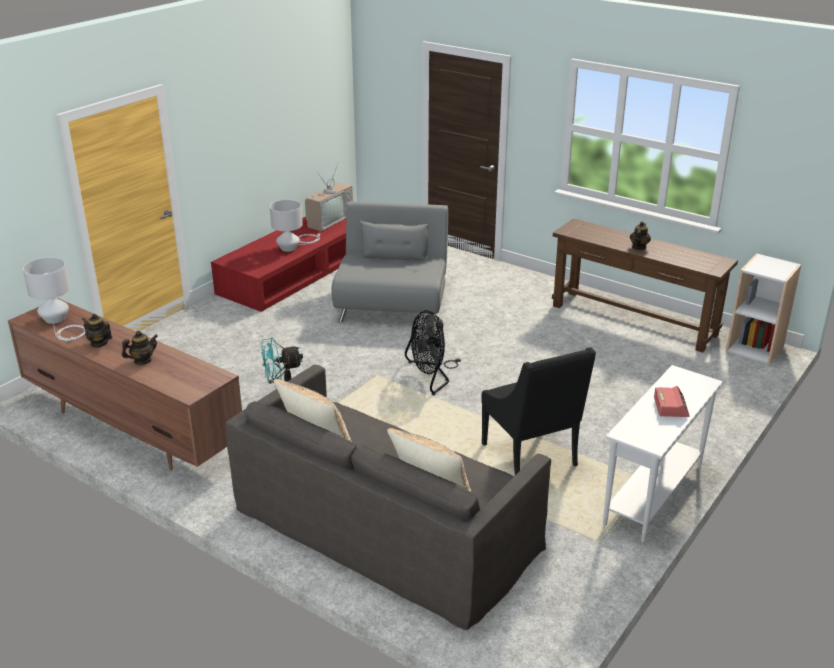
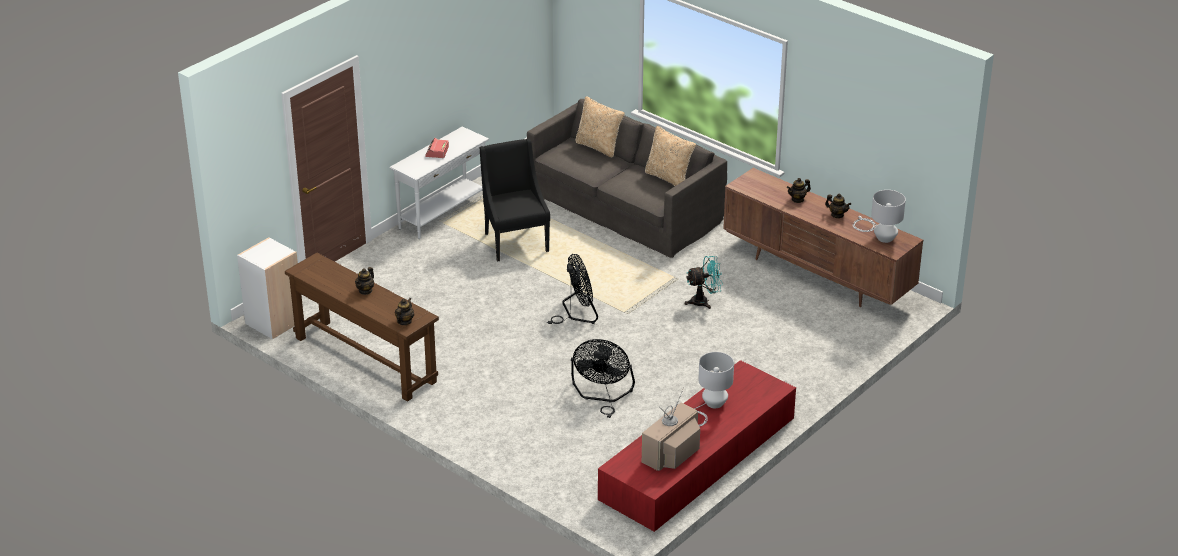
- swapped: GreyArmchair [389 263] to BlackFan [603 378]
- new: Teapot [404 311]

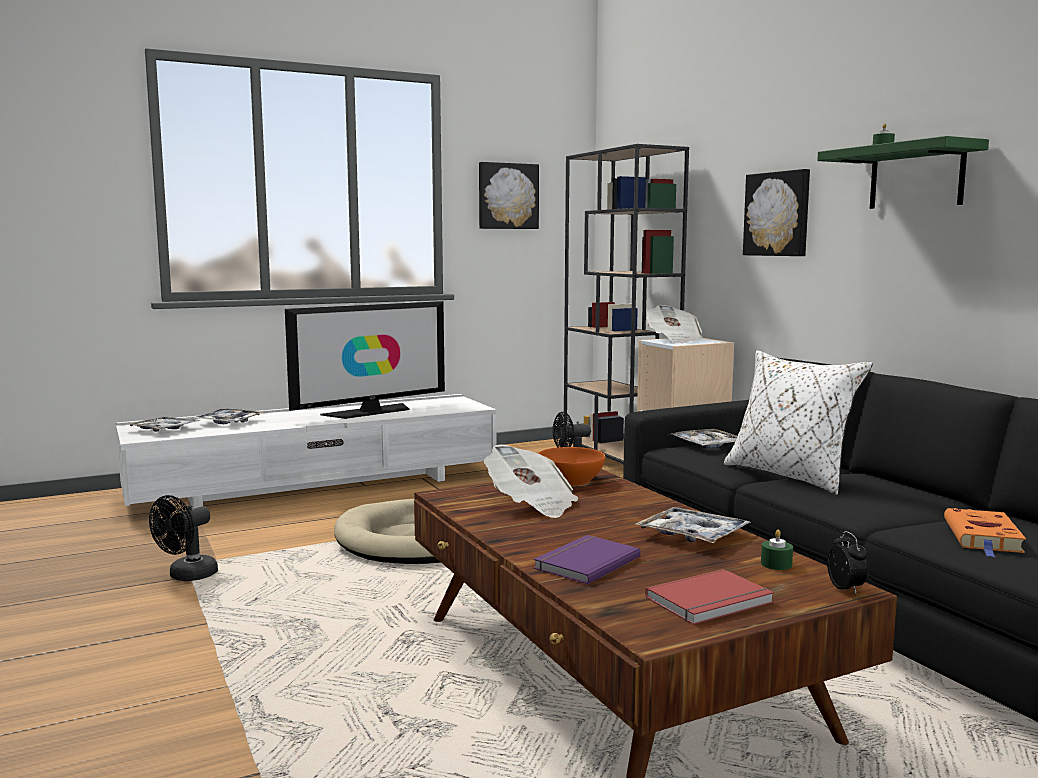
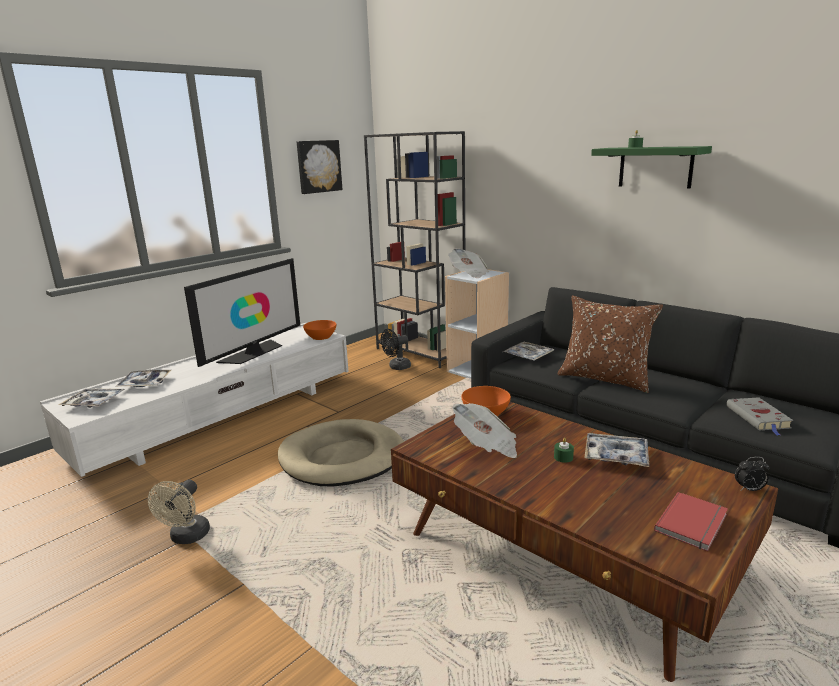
- repainted: BlackFan [183 538] to BeigeFan [179 512]
- gone: PurpleBook [587 560]
- repainted: WhitePillow [798 422] to BrownPillow [610 344]
- gone: Picture [776 212]
- shifted: GreenCandle [777 550] to [564 450]
- rotated: AlarmClock [847 562] = [752 474] 120 degrees clockwise
- repainted: OrangeBook [985 532] to GreyBook [759 416]
- new: OrangeBowl [319 330]

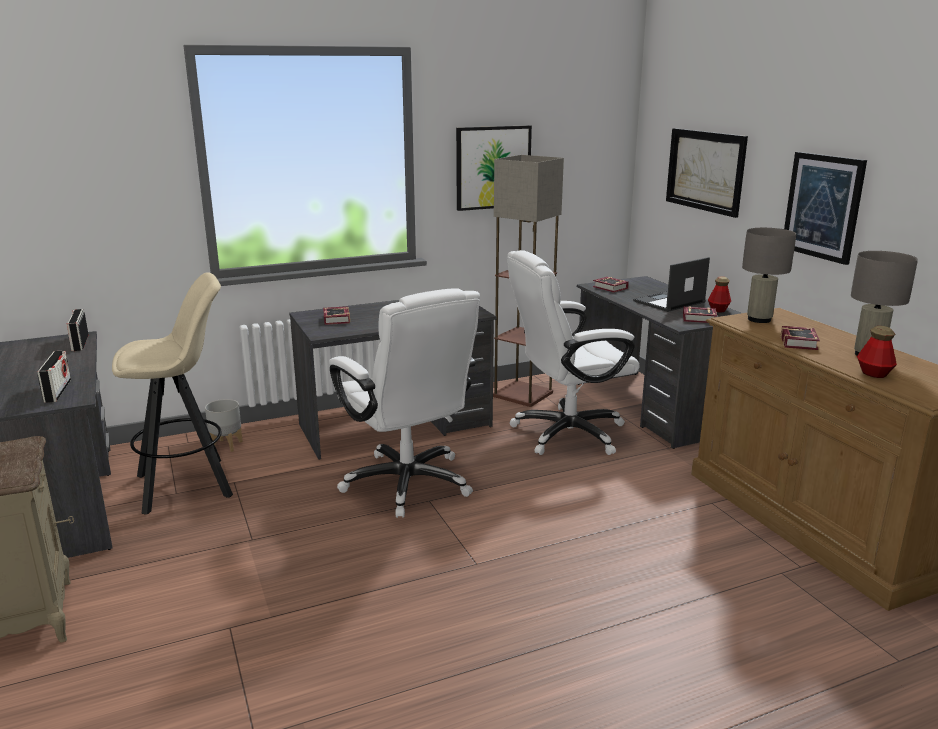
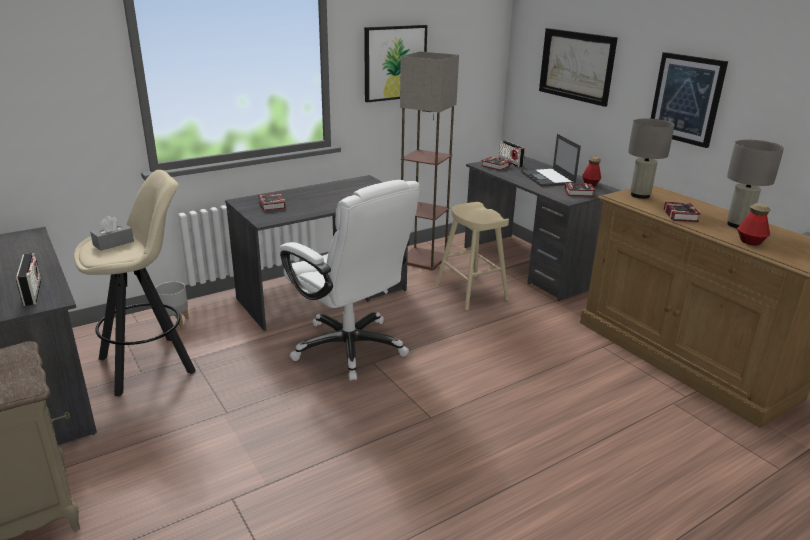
- shifted: Radio [77 330] to [512 153]
- swapped: WhiteOfficeChair [573 352] to BeigeStool [472 256]
- rotated: Laptop [671 284] = [551 160] 60 degrees counterclockwise
- new: GreyTissueBox [112 233]

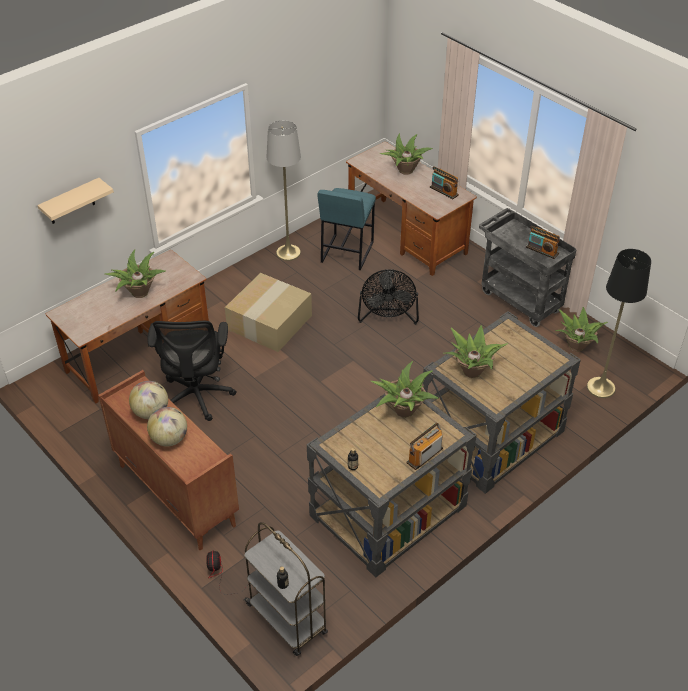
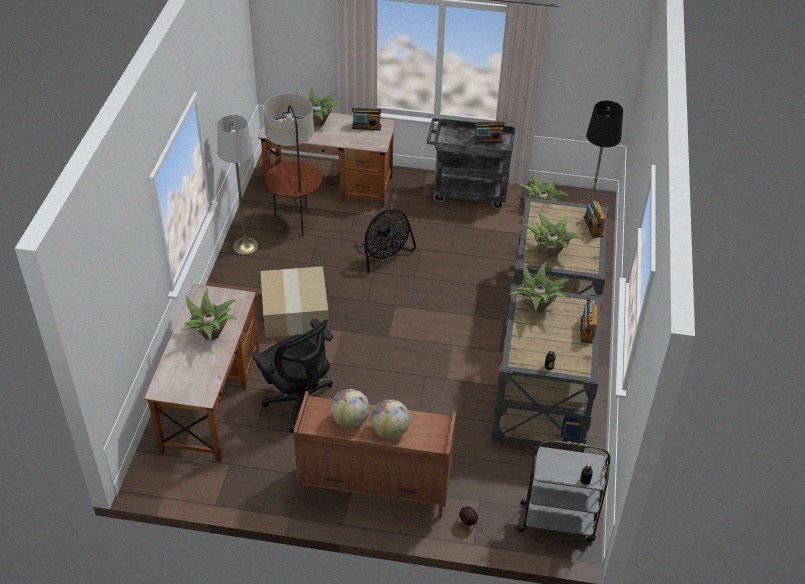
- gone: BeigeShelf [75 201]
- swapped: BlueStool [346 229] to FloorLamp [292 165]
- new: Radio [595 217]

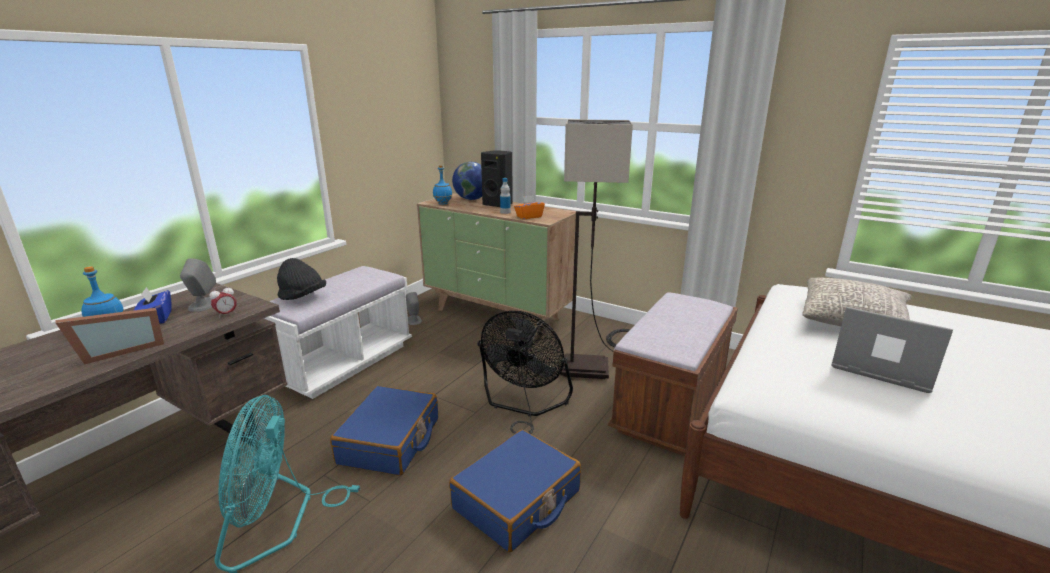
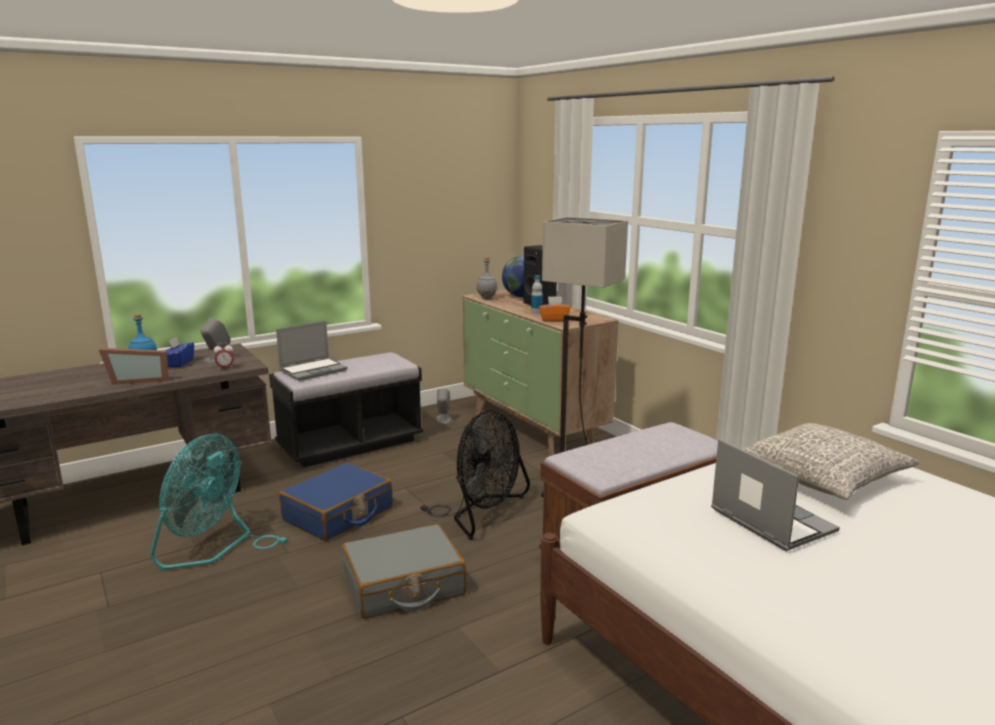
- repainted: WhiteBench [338 332] to BlackBench [346 409]
- swapped: BlackHat [301 279] to Laptop [312 351]
- repainted: BlueBottle [442 185] to GreyBottle [487 278]
- repainted: BlueSuitcase [515 491] to GreySuitcase [404 571]
- rotated: BlackFan [525 372] = [475 475] 75 degrees clockwise

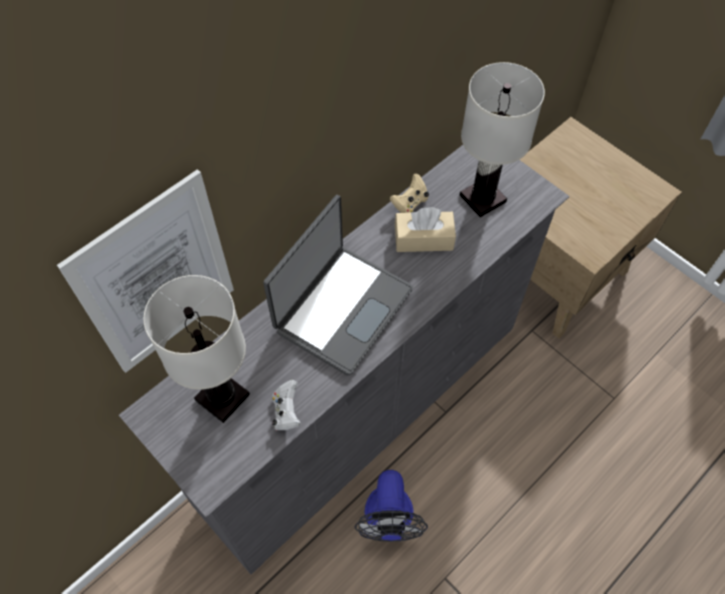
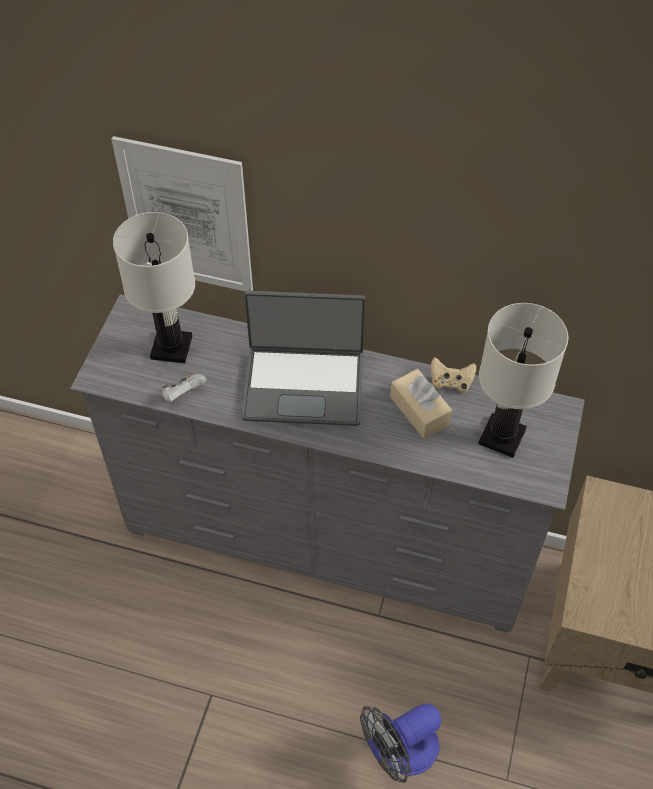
- shifted: Fan [391 506] to [401 743]

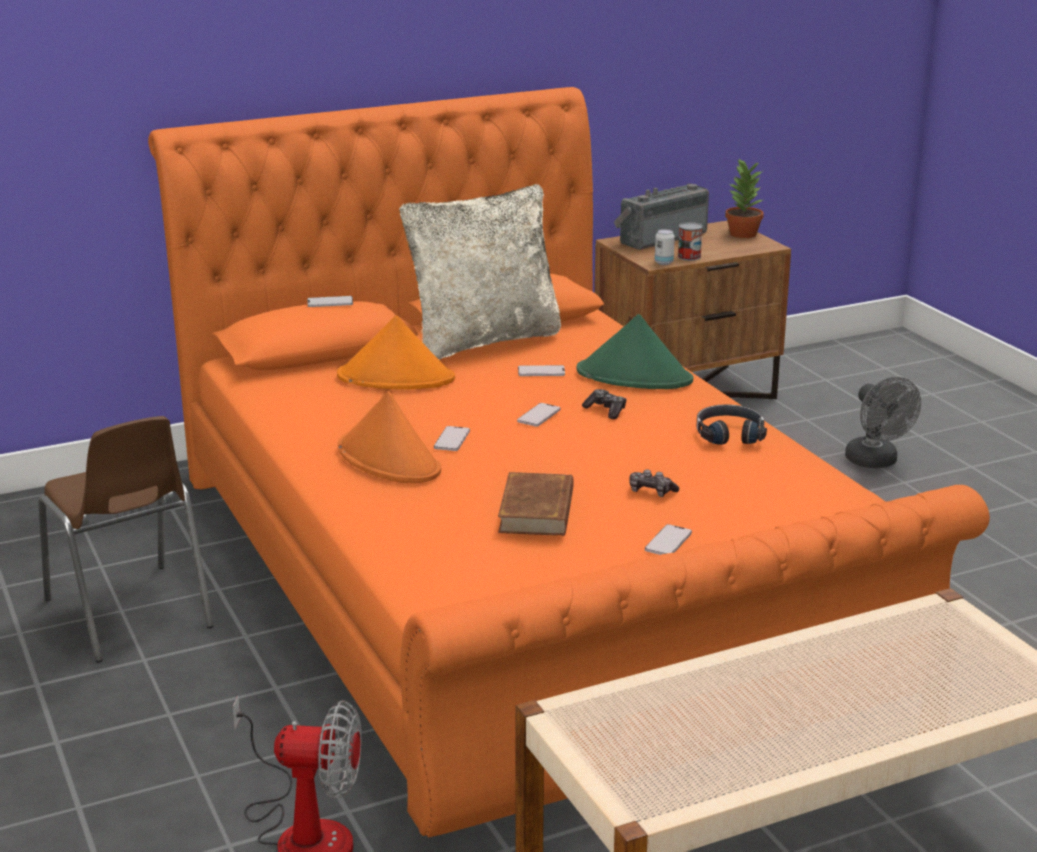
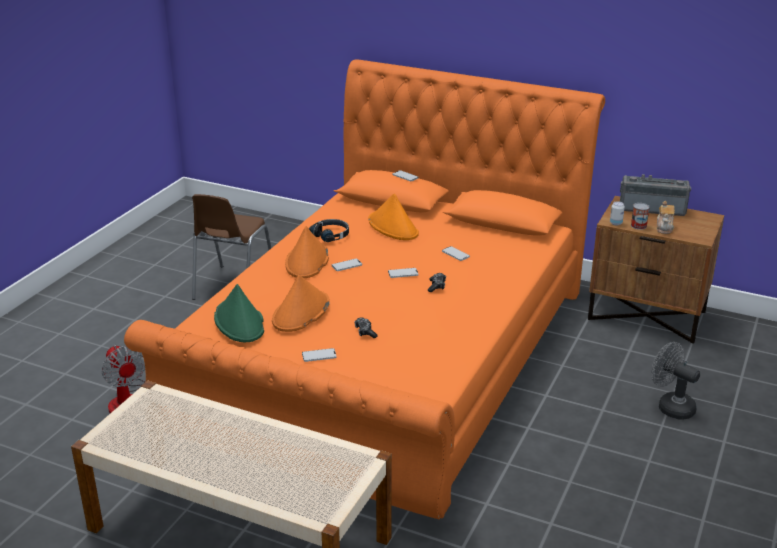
- gone: BeigePillow [480 272]
- swapped: BrownBook [536 504] to OrangeHat [301 303]
- shifted: GreenHat [635 351] to [239 313]
- shifted: BlackHeadphones [732 424] to [329 230]
- gone: PottedPlant [745 198]
- rotated: GreyFan [883 422] = [675 381] 105 degrees clockwise
- new: Teapot [665 217]

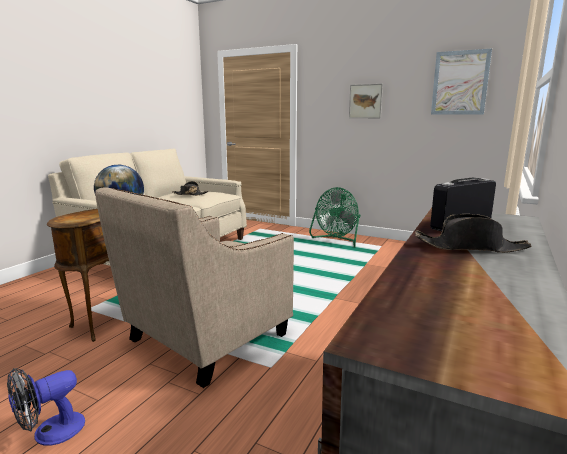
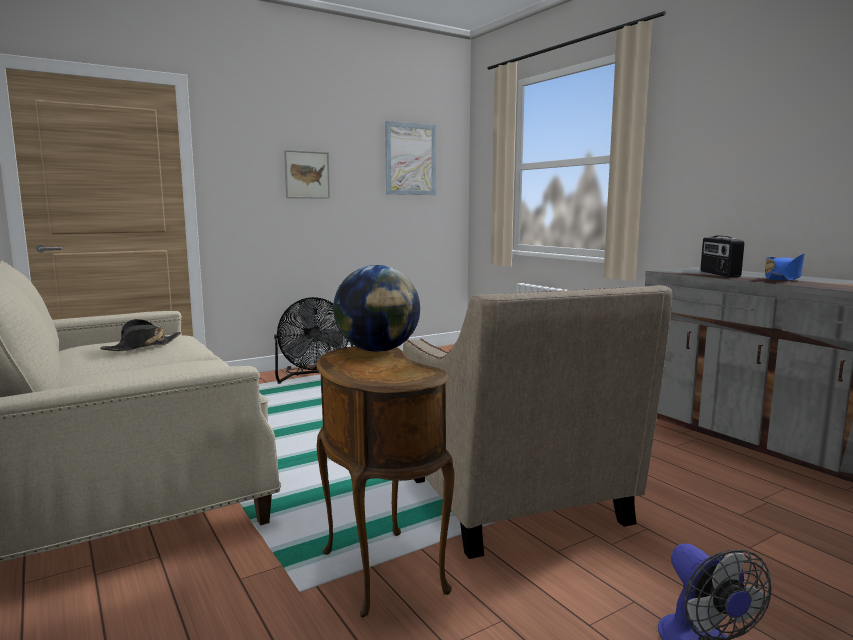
- repainted: GreenFan [335 217] to BlackFan [313 340]
- repainted: BlackHat [473 233] to BlueHat [785 267]

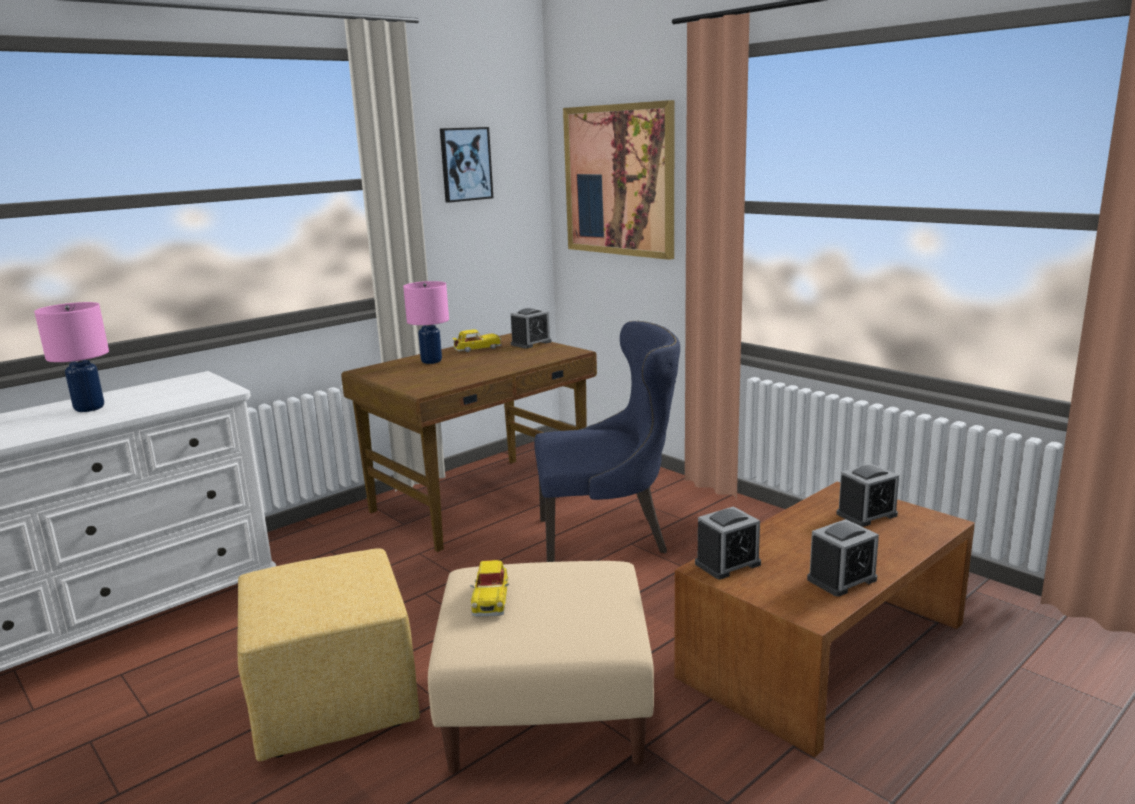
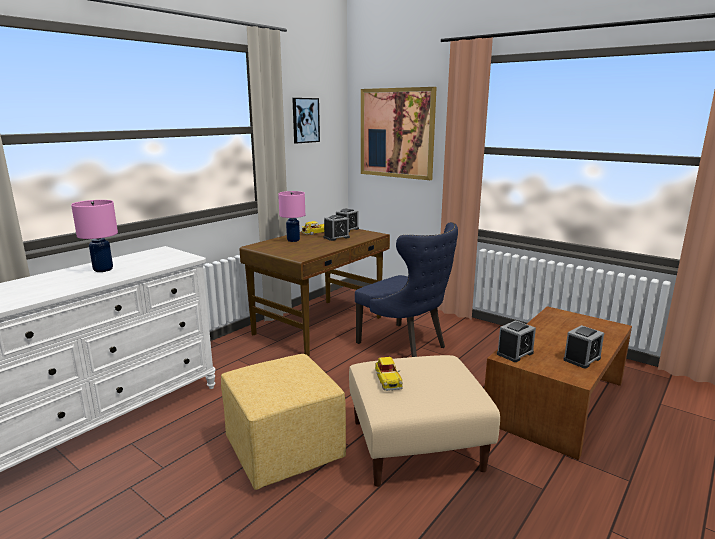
- rotated: BlueChair [607 441] = [406 289] 60 degrees clockwise
- shifted: AlarmClock [867 495] to [337 228]

